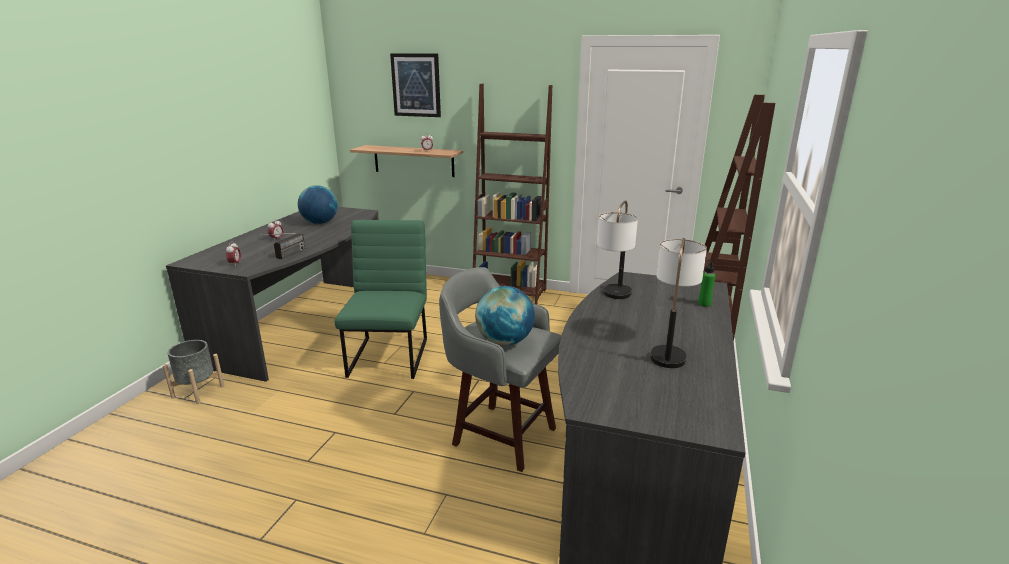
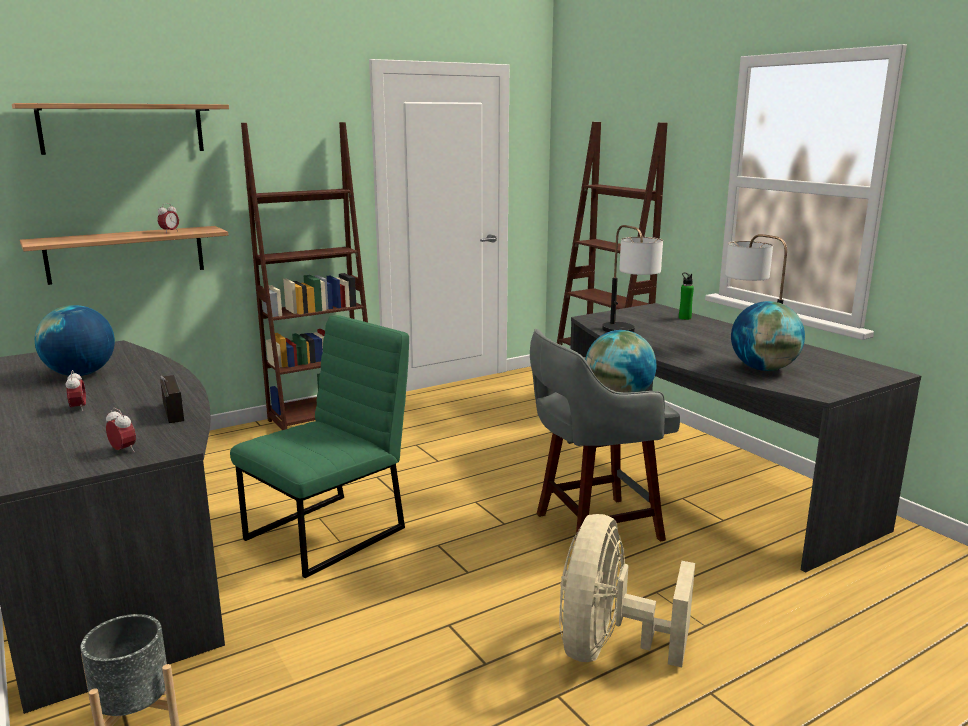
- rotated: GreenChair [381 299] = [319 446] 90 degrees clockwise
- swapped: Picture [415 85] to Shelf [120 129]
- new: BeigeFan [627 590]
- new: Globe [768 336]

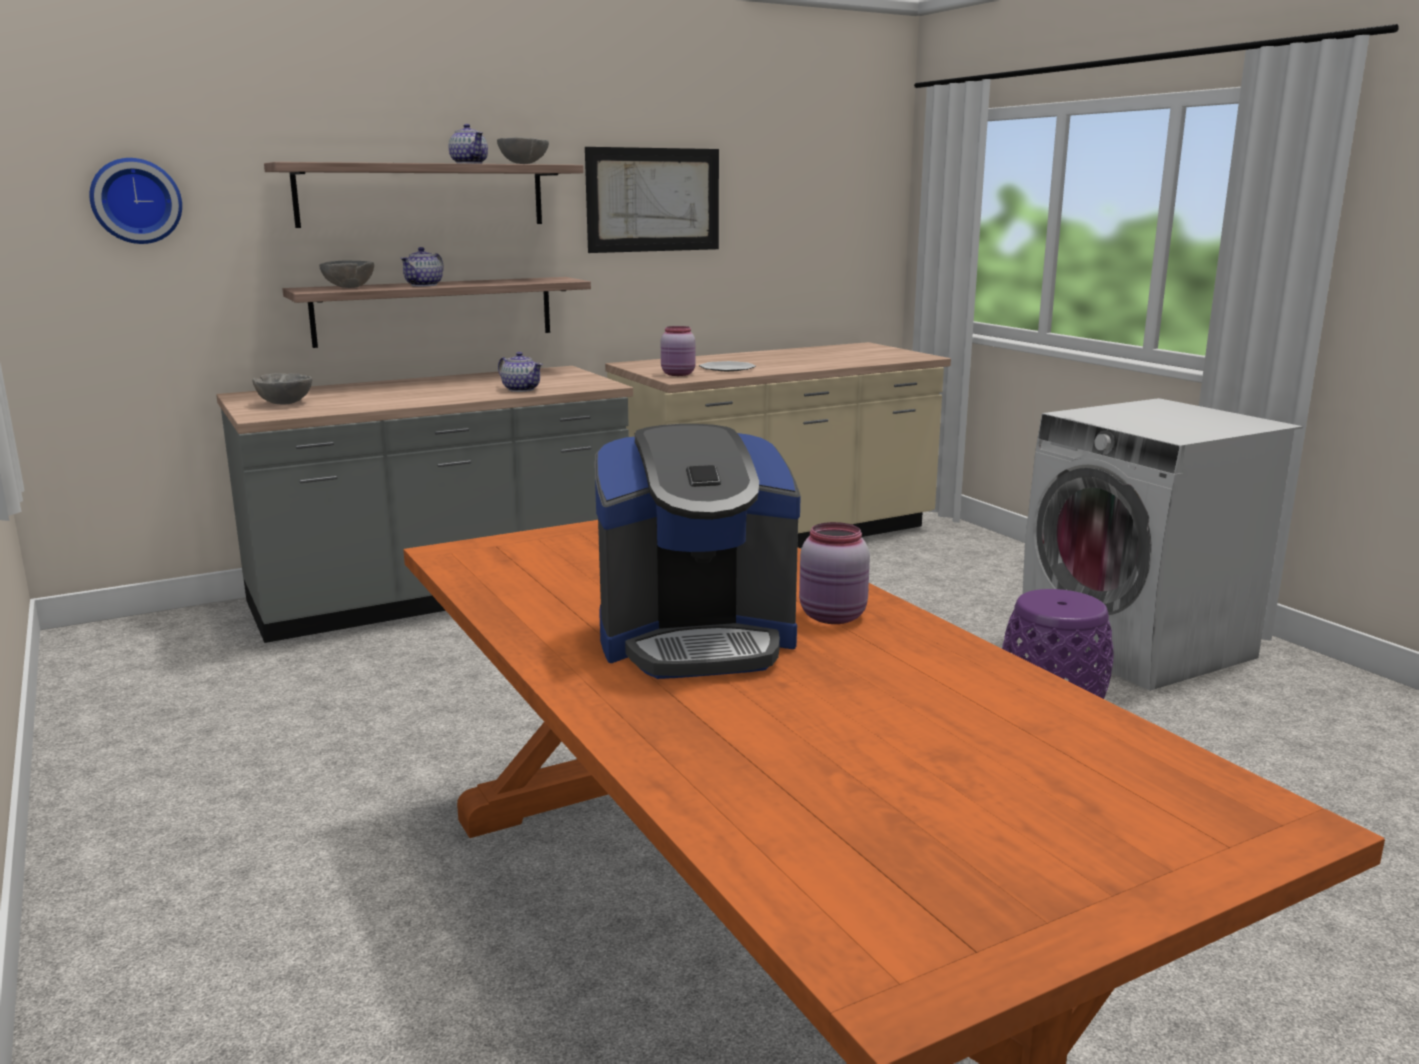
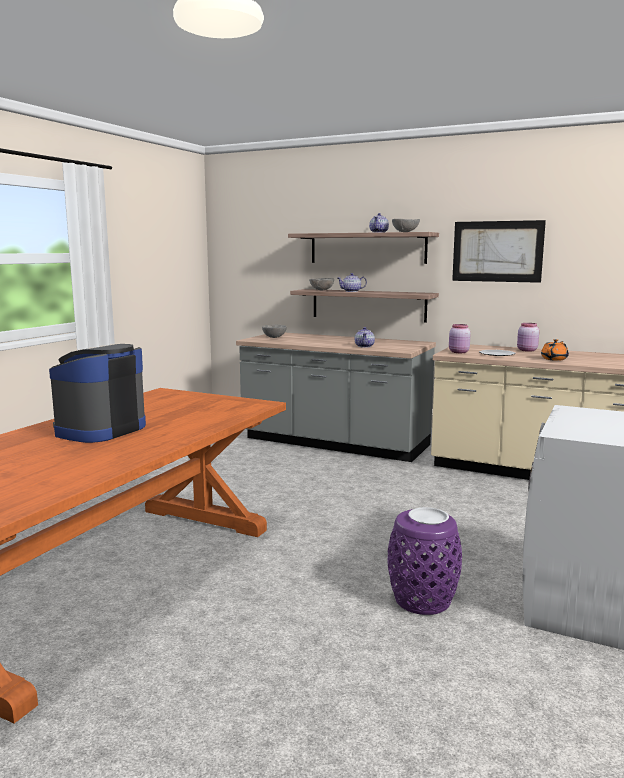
- gone: WallClock [135 201]
- rotated: CoffeeMachine [697 551] = [97 393] 75 degrees clockwise
- shifted: PinkJar [834 573] to [528 337]
- new: WhitePlate [428 516]
- new: OrangeTeapot [555 350]

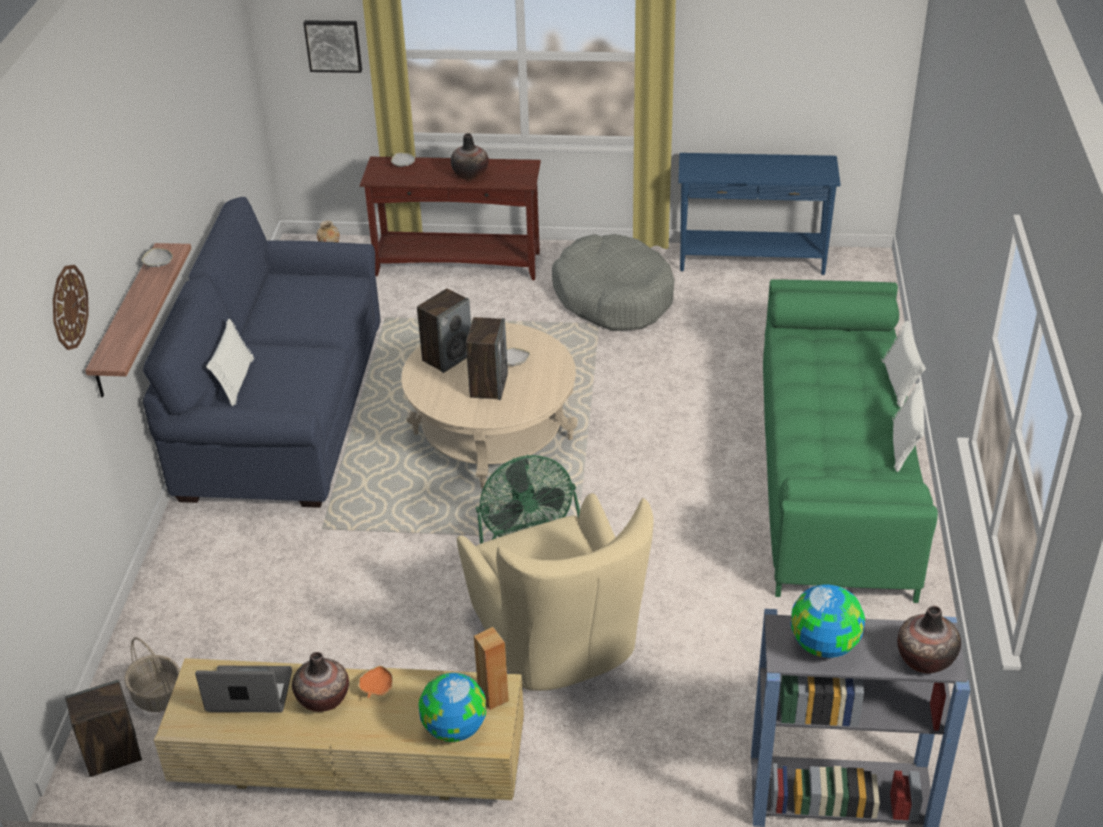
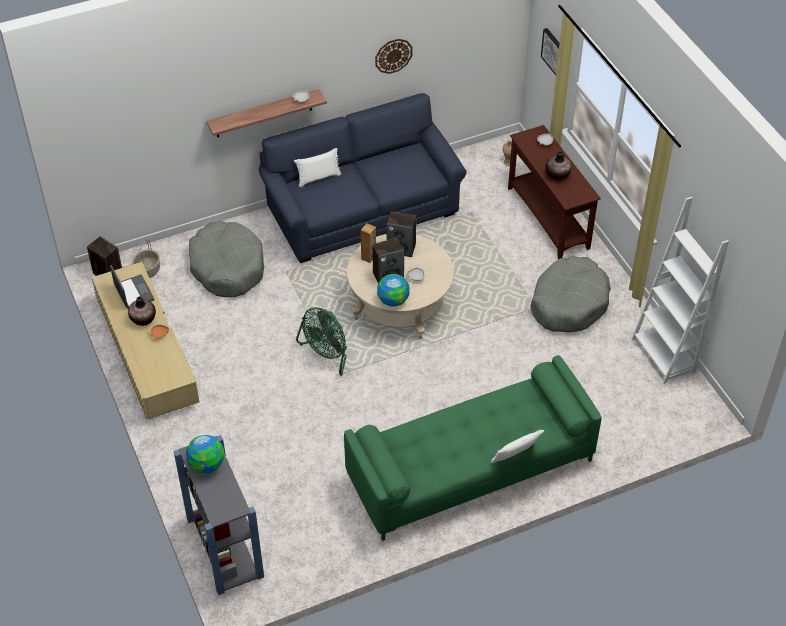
- shifted: WallClock [71 307] to [393 56]
- shifted: Globe [452 707] to [393 290]
- gone: BeigeArmchair [555 592]
- shifted: BrownSpeaker [491 668] to [368 243]
- swapped: BlueConsoleTable [759 214] to WhiteBookcase [680 290]
- gone: WhitePillow [908 426]
- gone: Vase [929 639]
- new: GreyDogBed [226 259]

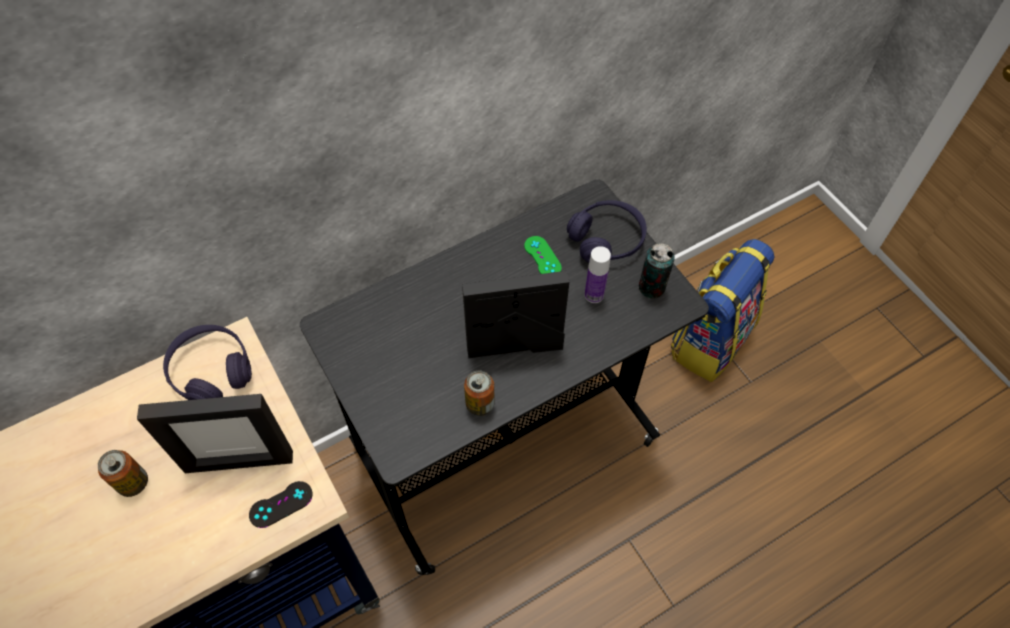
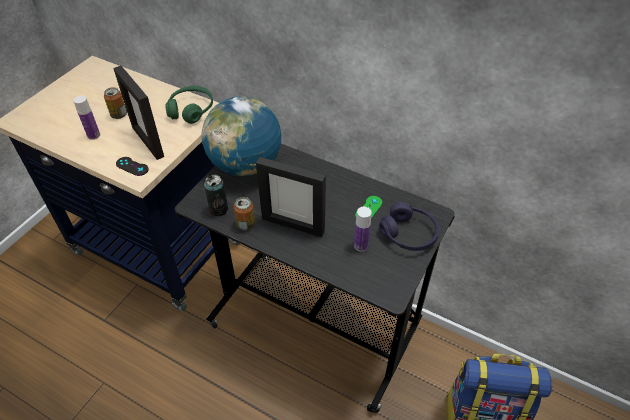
- repainted: PurpleHeadphones [207 362] to GreenHeadphones [189 105]
- rotated: PictureFrame [515 314] = [291 197] 150 degrees clockwise
- shifted: Can [657 270] to [216 195]
- new: Bottle [86 117]
- new: Globe [241 136]

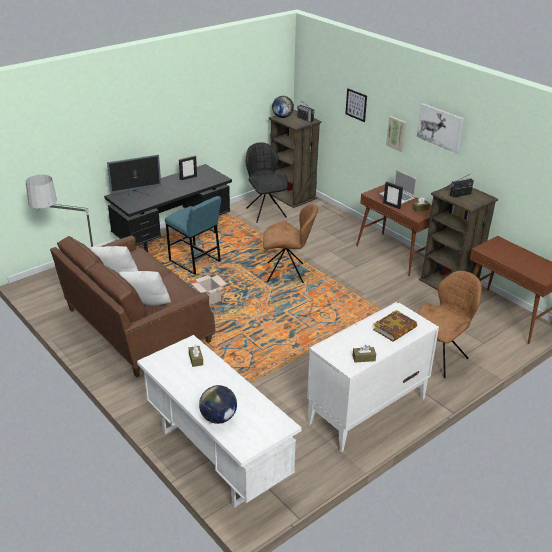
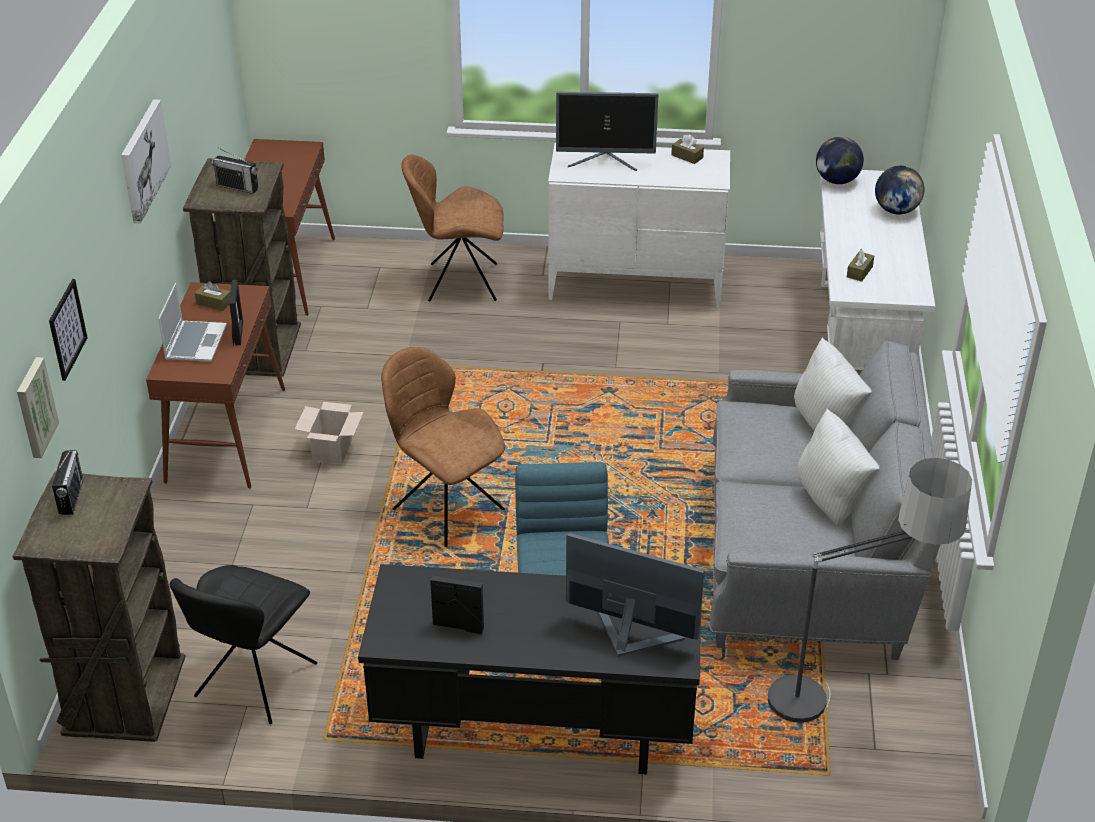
- repainted: BrownSofa [133 306] to GreySofa [825 500]
- shifted: CardboardBox [209 290] to [329 432]
- shifted: Globe [283 107] to [840 160]
- swapped: Book [395 326] to Monitor [607 131]
- shifted: Picture [396 134] to [38 407]

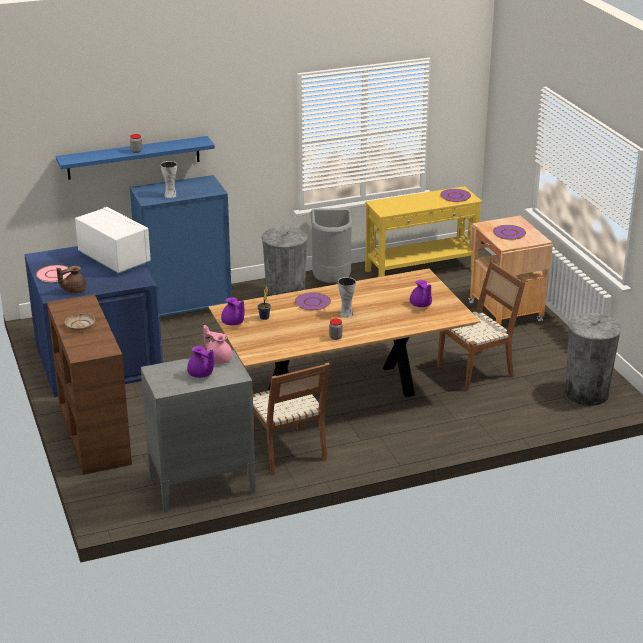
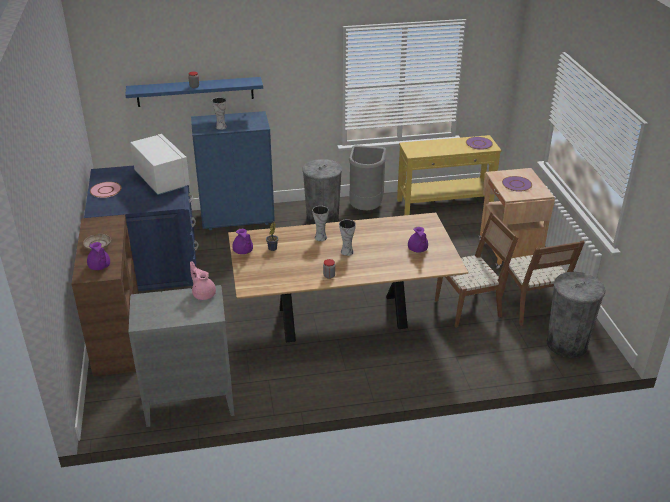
- gone: BrownTeapot [71 280]
- shifted: PurpleTeapot [200 362] to [98 256]
- shifted: Chair [291 418] to [543 283]
- swapped: PurplePlate [313 301] to Vase [320 223]

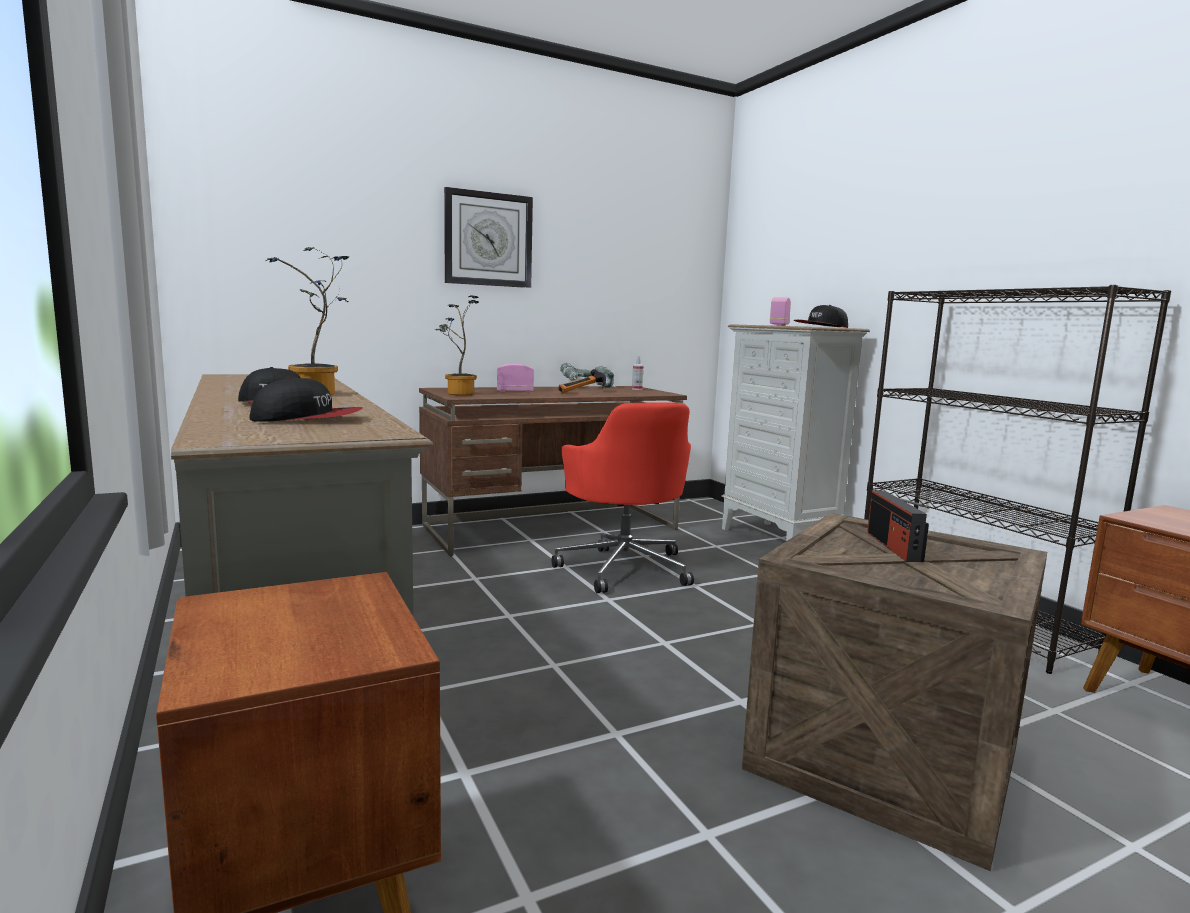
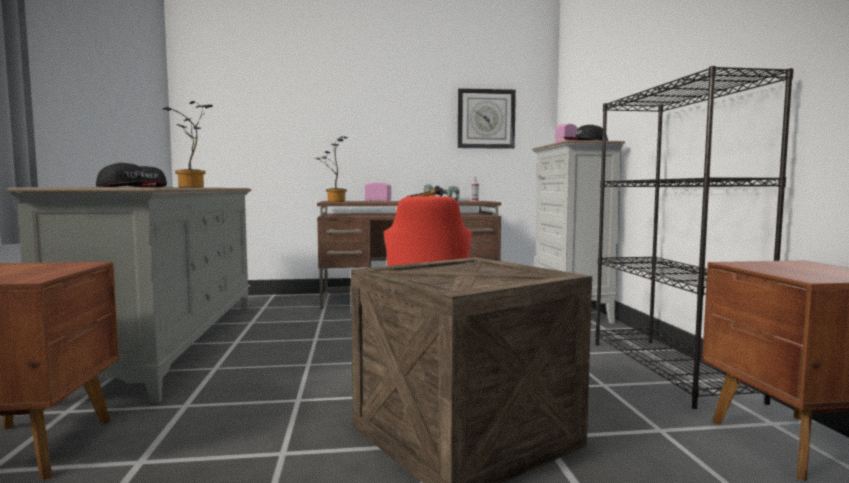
- shifted: WallClock [488 237] to [487 118]
- gone: Radio [898 526]

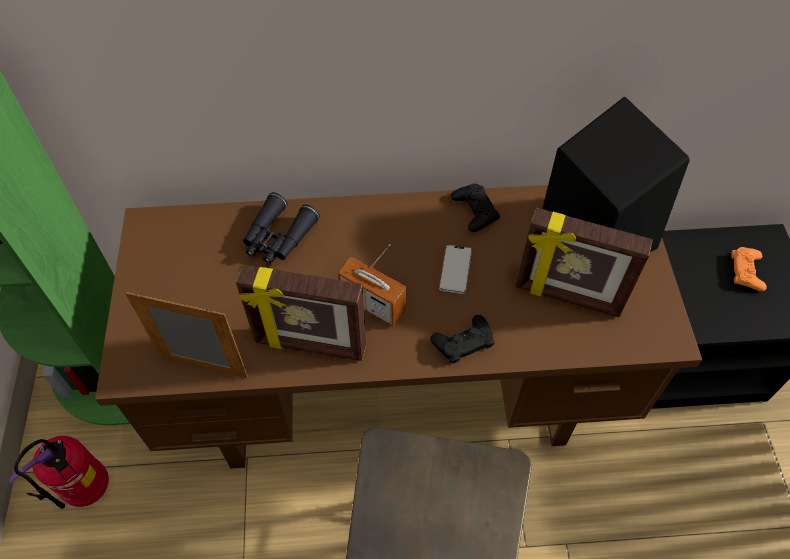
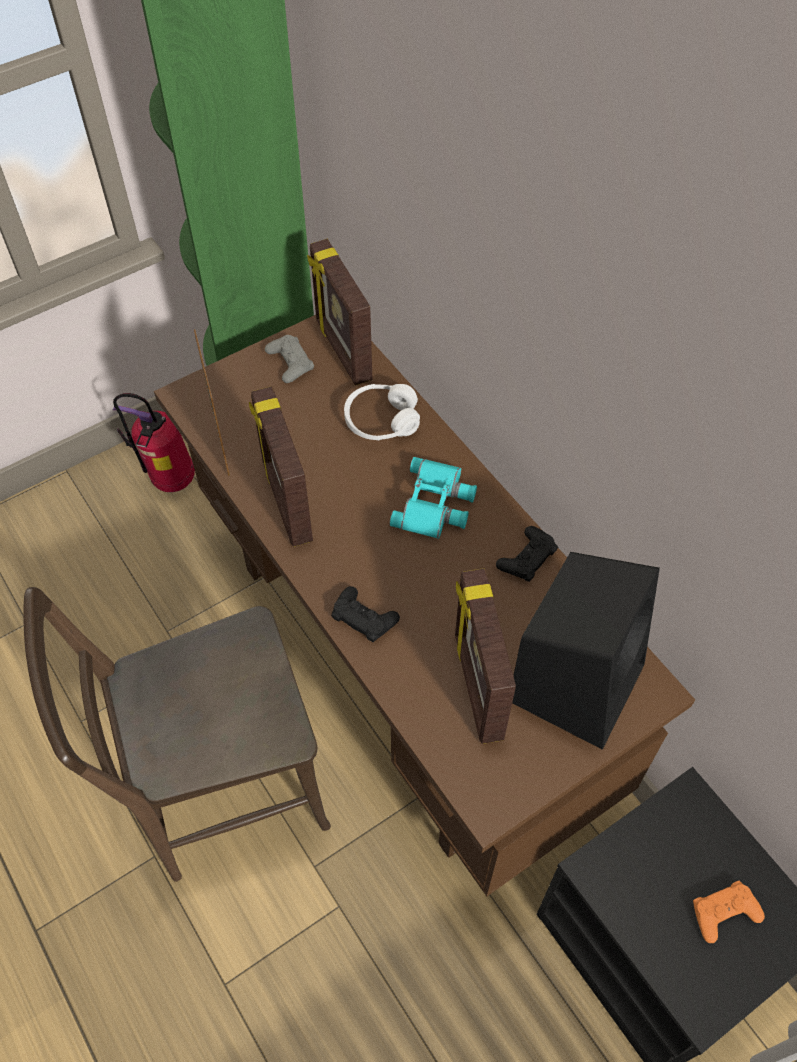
- swapped: BlackBinoculars [281 228] to WhiteHeadphones [382 412]
- gone: Radio [372 285]
- gone: Phone [455 269]
- new: GreyGameController [289 359]
- new: PictureFrame [339 312]
- new: TurquoiseBinoculars [433 498]

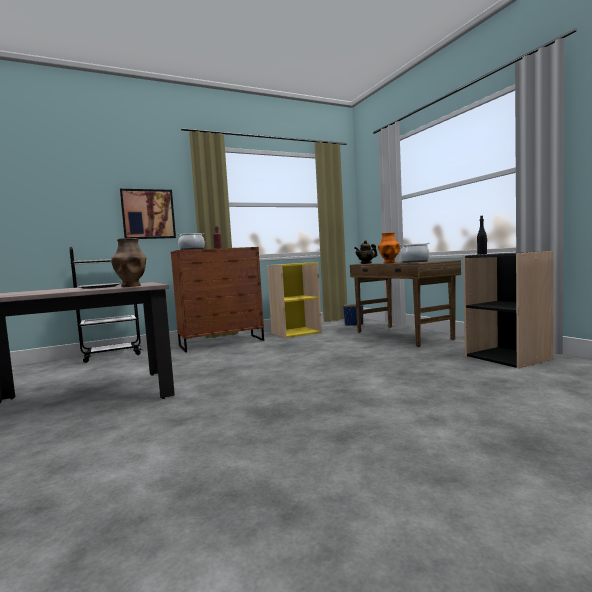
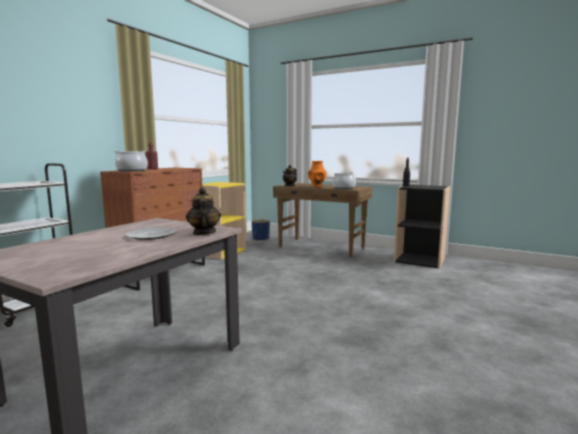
- swapped: BrownVase [128 262] to Teapot [203 211]
- gone: Picture [148 214]

